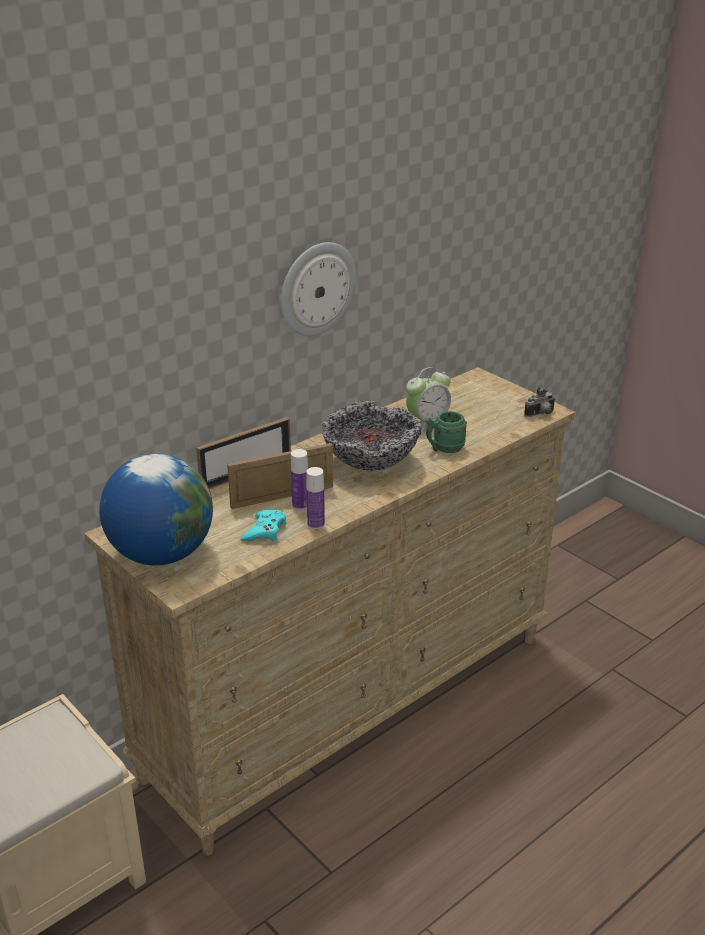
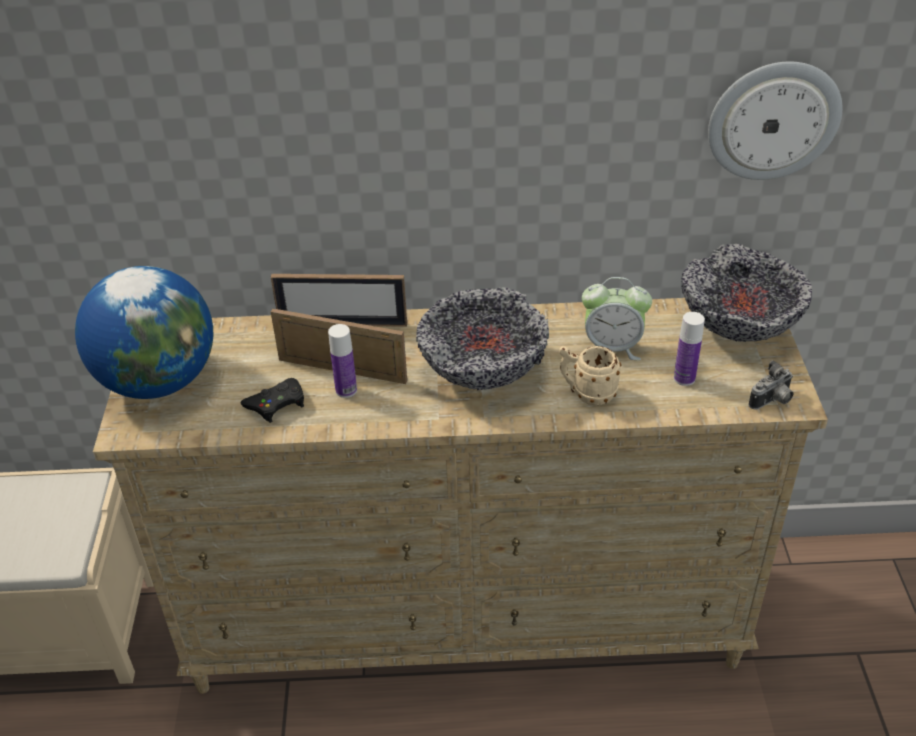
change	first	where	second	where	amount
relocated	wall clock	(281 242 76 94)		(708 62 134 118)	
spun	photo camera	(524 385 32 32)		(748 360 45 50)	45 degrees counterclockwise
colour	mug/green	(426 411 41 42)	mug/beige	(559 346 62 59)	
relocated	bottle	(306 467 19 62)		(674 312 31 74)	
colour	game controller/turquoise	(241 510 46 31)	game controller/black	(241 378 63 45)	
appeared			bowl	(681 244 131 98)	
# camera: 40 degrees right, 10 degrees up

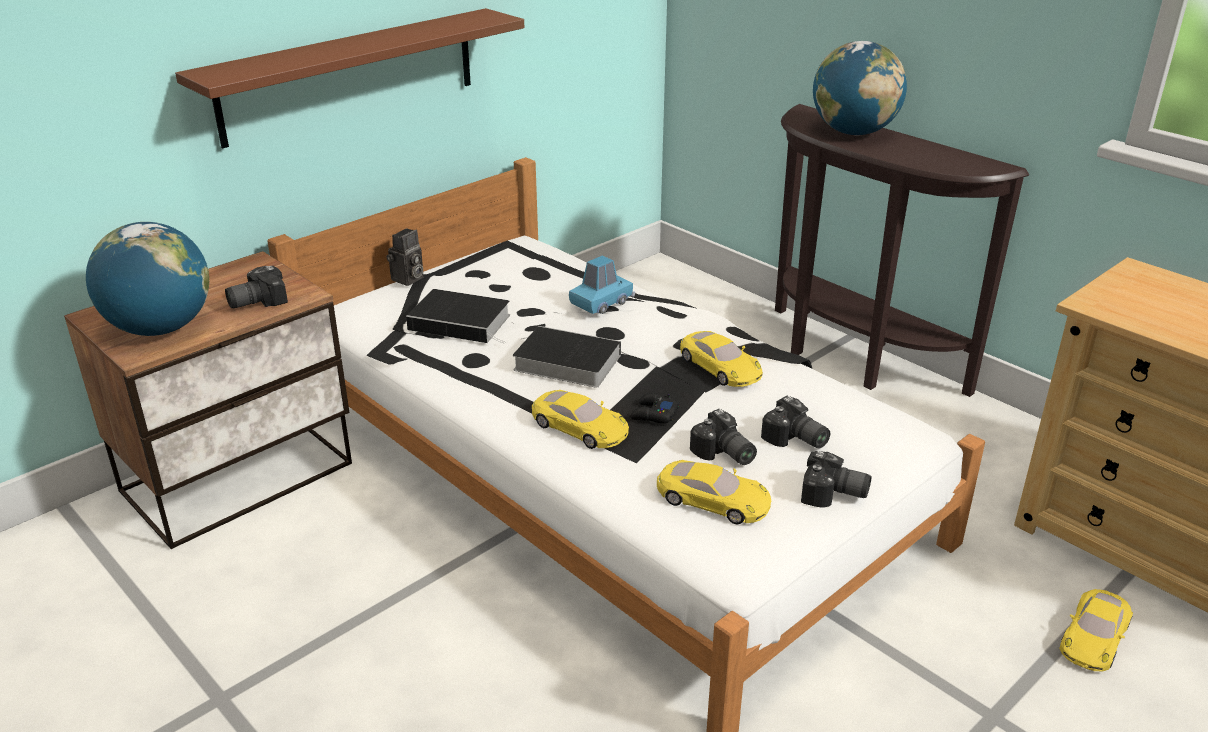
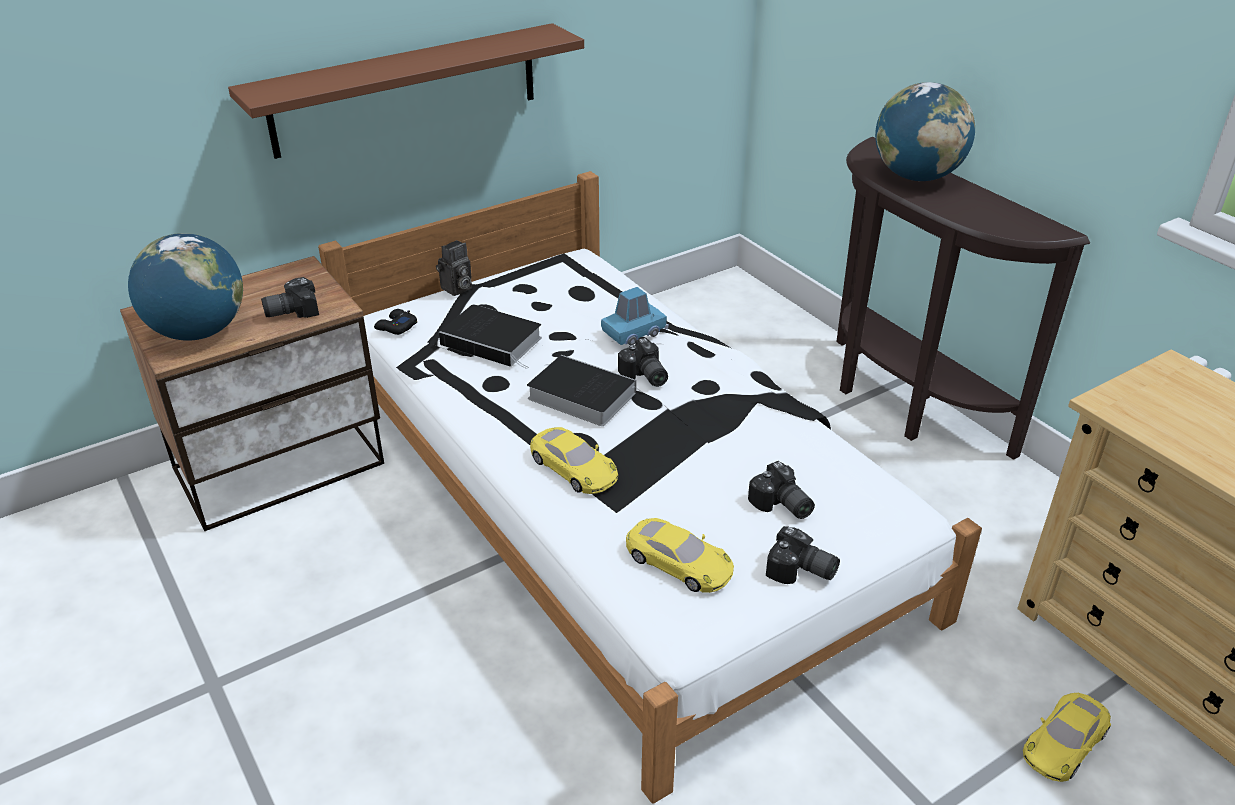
change	first	where	second	where	amount
missing	toy car/yellow	(680 331 83 56)			
relocated	game controller/black	(630 392 49 32)		(374 309 43 26)	
relocated	photo camera	(690 409 67 56)		(618 338 50 49)	
# camera: 10 degrees right, 5 degrees up

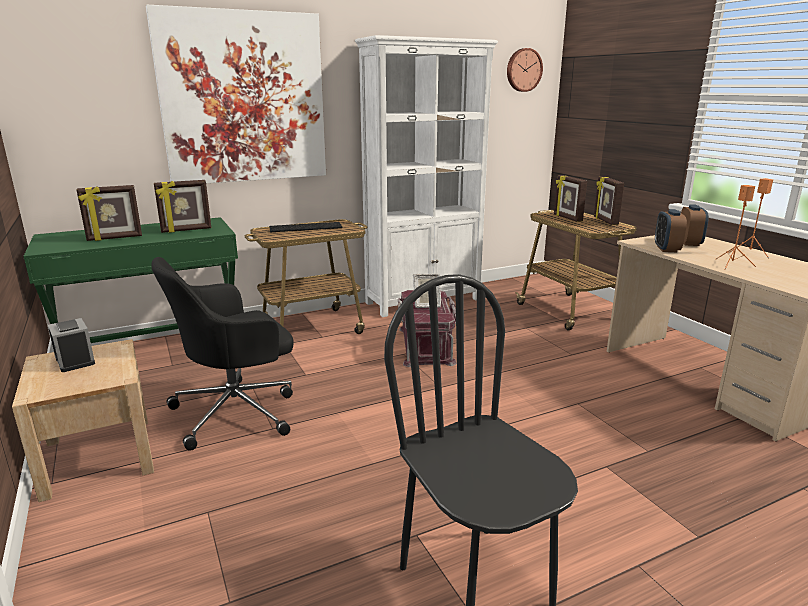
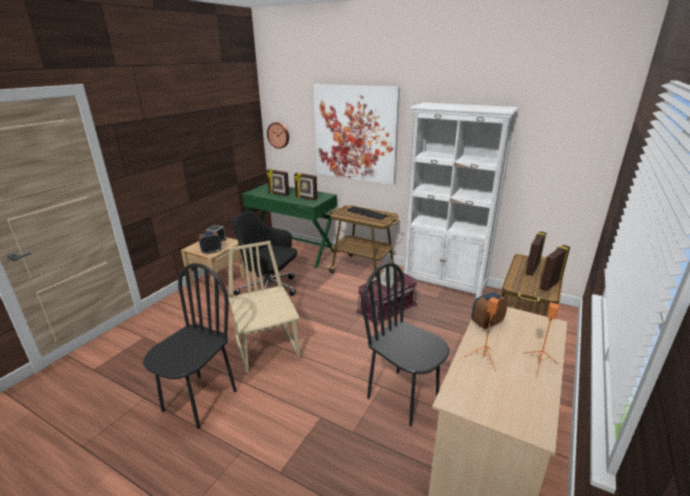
change	first	where	second	where	amount
relocated	wall clock	(507 48 36 44)		(267 122 22 27)	
relocated	alarm clock	(681 204 28 42)		(199 232 22 22)	
appeared			chair/beige	(228 241 73 132)	
appeared			chair/black	(362 263 88 163)	
# camera: 55 degrees right, 5 degrees up

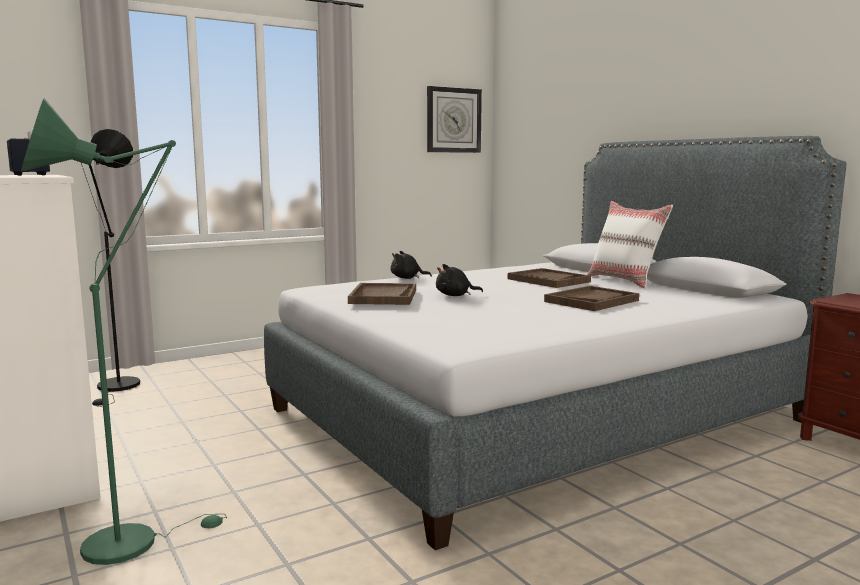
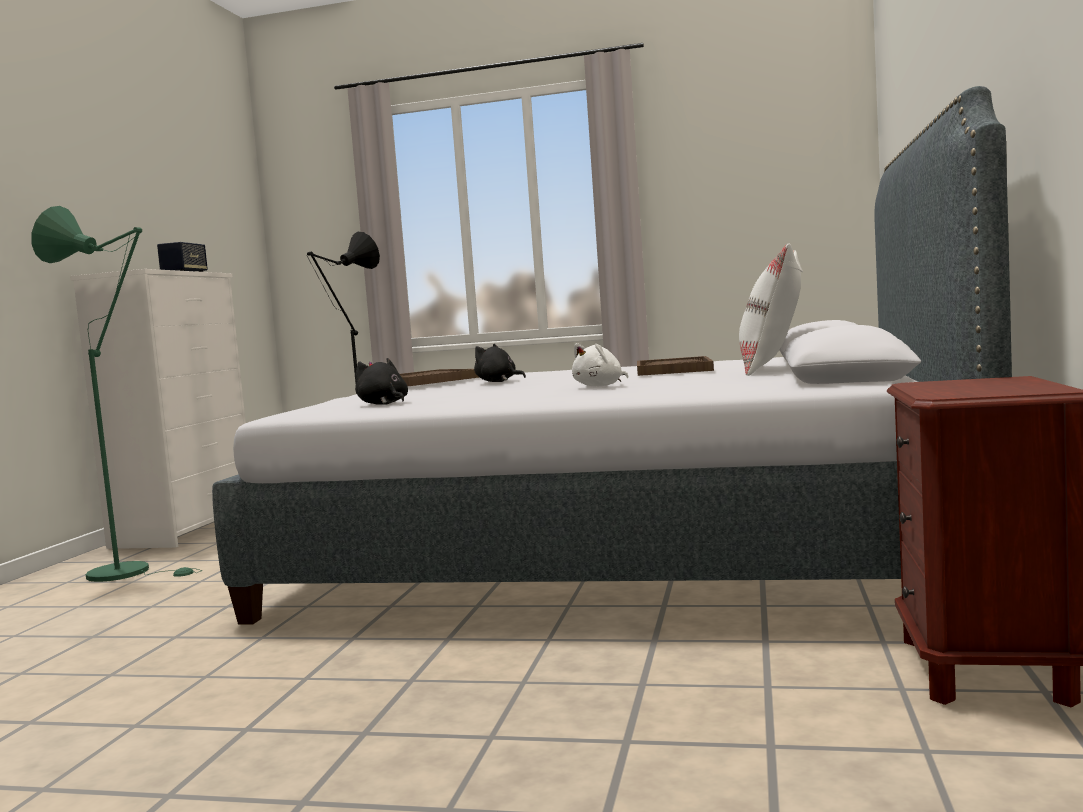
change	first	where	second	where	amount
missing	wall clock	(427 86 55 67)			
relocated	plush toy/black	(391 251 41 28)		(355 358 53 47)	
exchanged	tray/brown	(544 286 95 25)	plush toy/white	(572 343 56 44)	
# camera: 45 degrees right, 5 degrees down

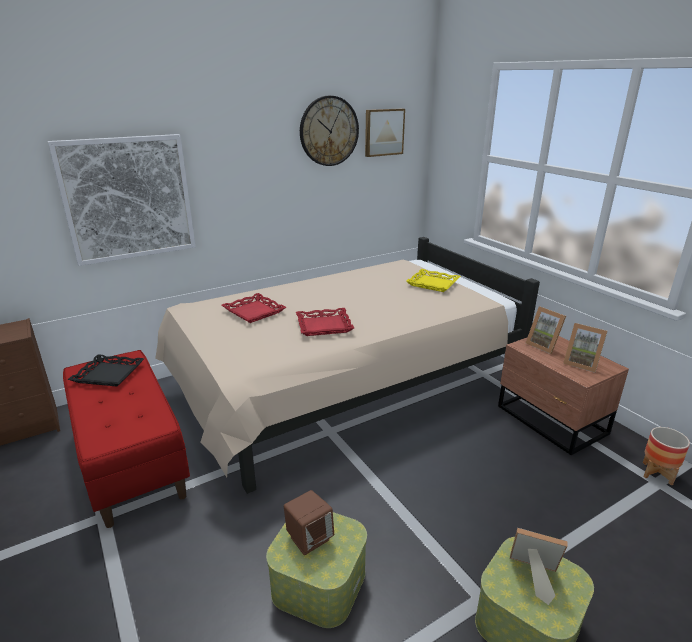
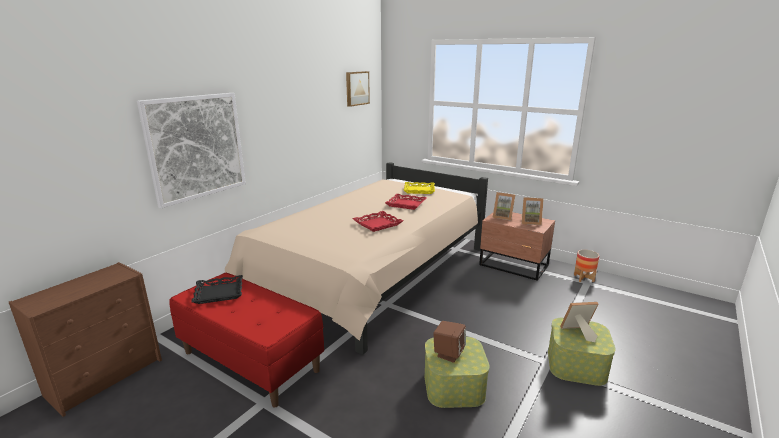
change	first	where	second	where	amount
missing	wall clock	(300 96 59 70)			
relocated	tray/red	(222 293 64 30)		(385 194 42 16)	
# camera: 25 degrees left, 5 degrees down

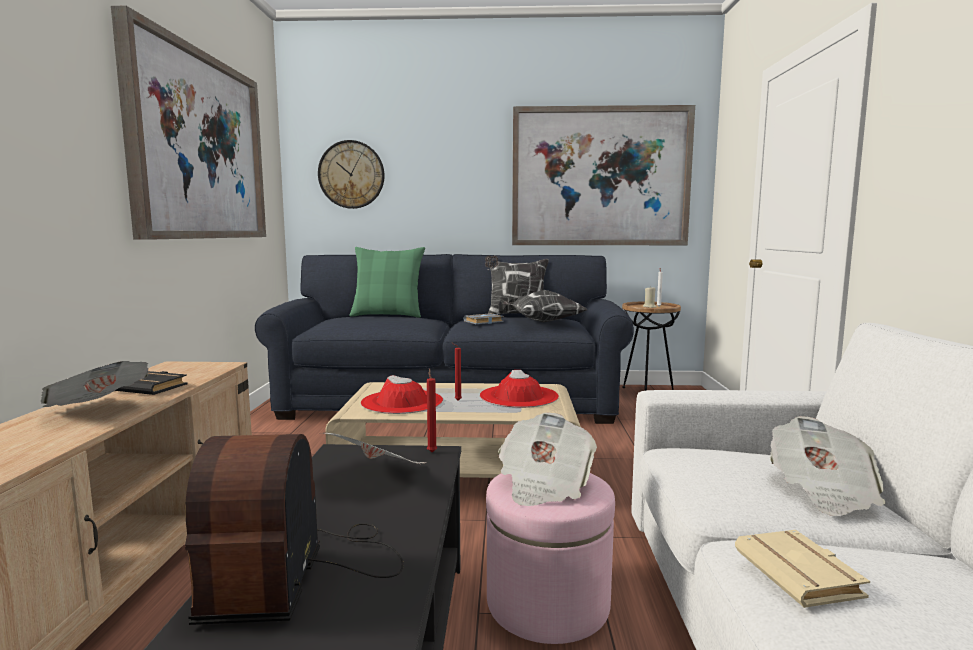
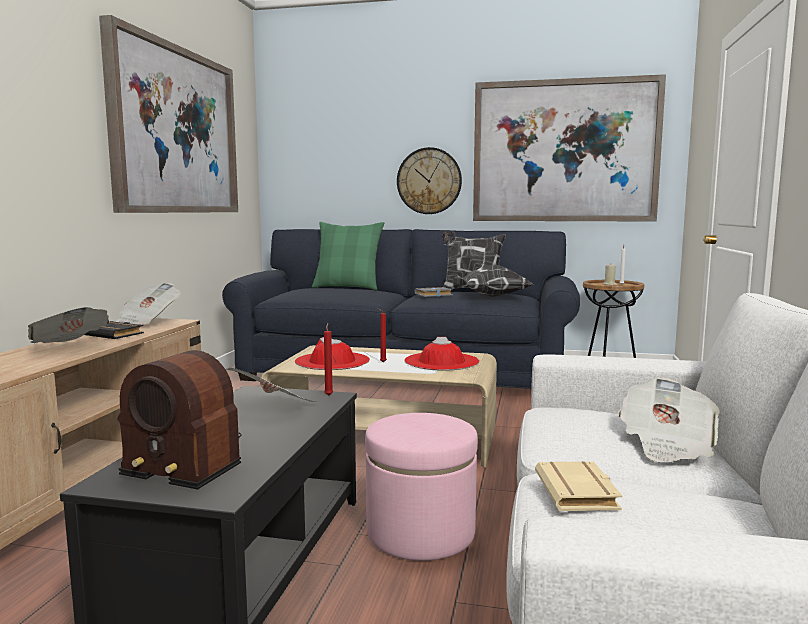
change	first	where	second	where	amount
relocated	wall clock	(318 140 66 69)		(397 147 65 67)	
relocated	newspaper	(498 412 99 94)		(116 283 65 42)	
spun	radio	(185 434 218 191)		(117 350 125 140)	75 degrees counterclockwise
# camera: 10 degrees right, 0 degrees up

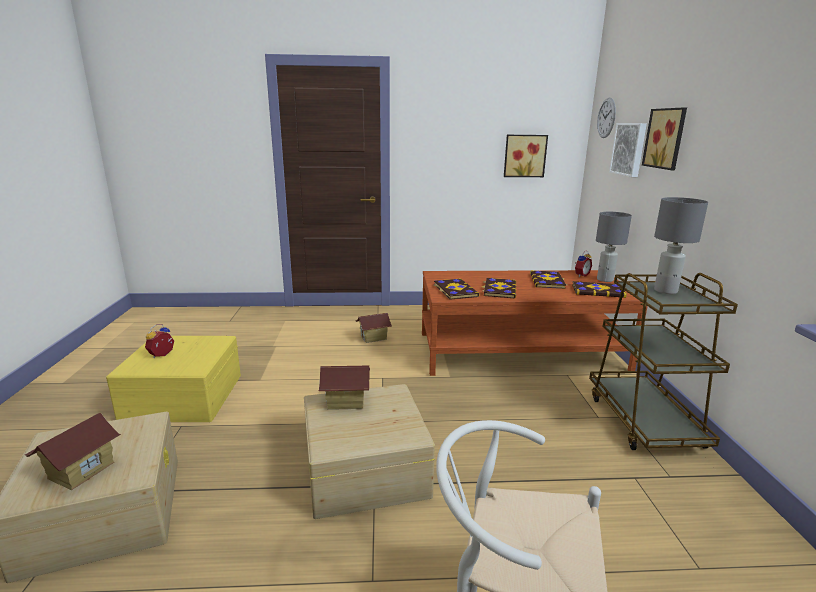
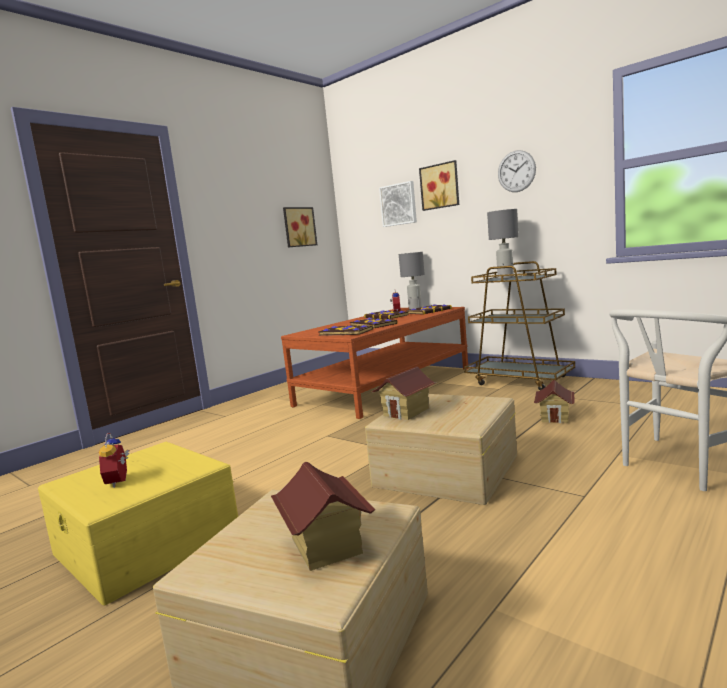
change	first	where	second	where	amount
relocated	wall clock	(597 98 19 40)		(498 150 38 42)	
relocated	toy house	(355 313 37 30)		(534 380 41 43)	
# camera: 45 degrees left, 10 degrees down

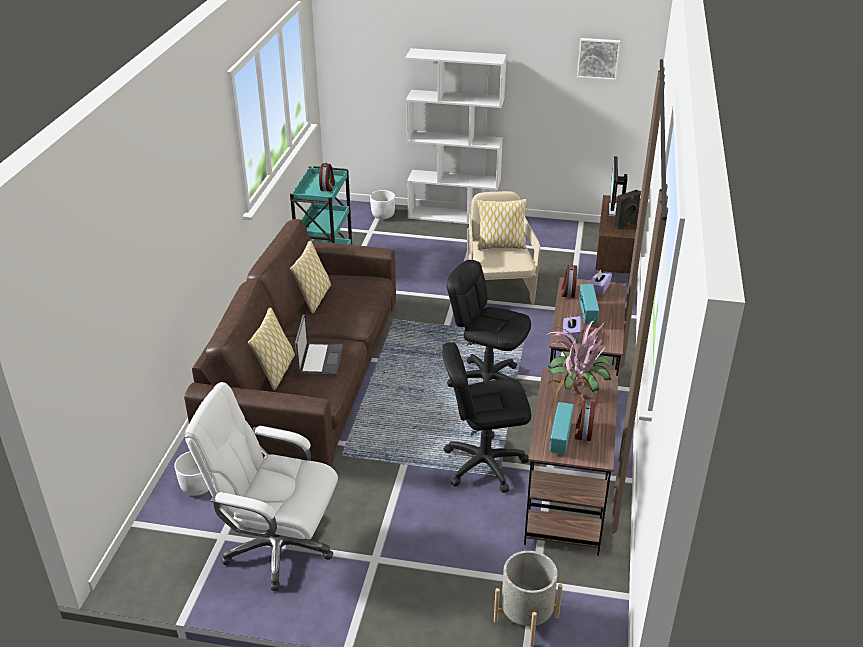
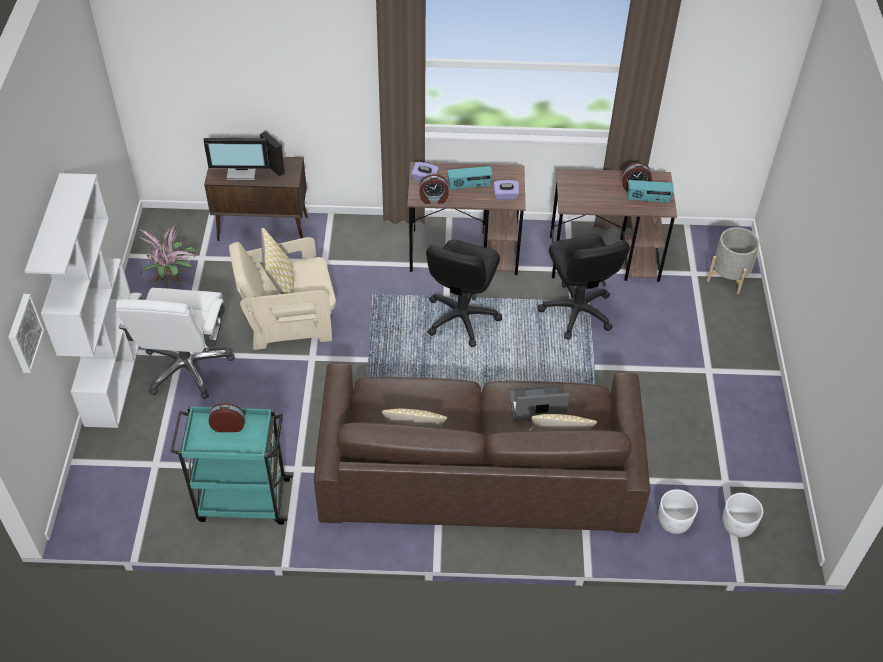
change	first	where	second	where	amount
relocated	picture	(577 38 43 42)		(8 294 36 79)	
relocated	planter/white	(370 190 25 29)		(722 493 41 44)	
relocated	potted plant	(546 317 65 84)		(139 226 57 62)	
relocated	office chair/white	(184 382 154 209)		(116 288 119 111)	
# camera: 100 degrees left, 15 degrees up

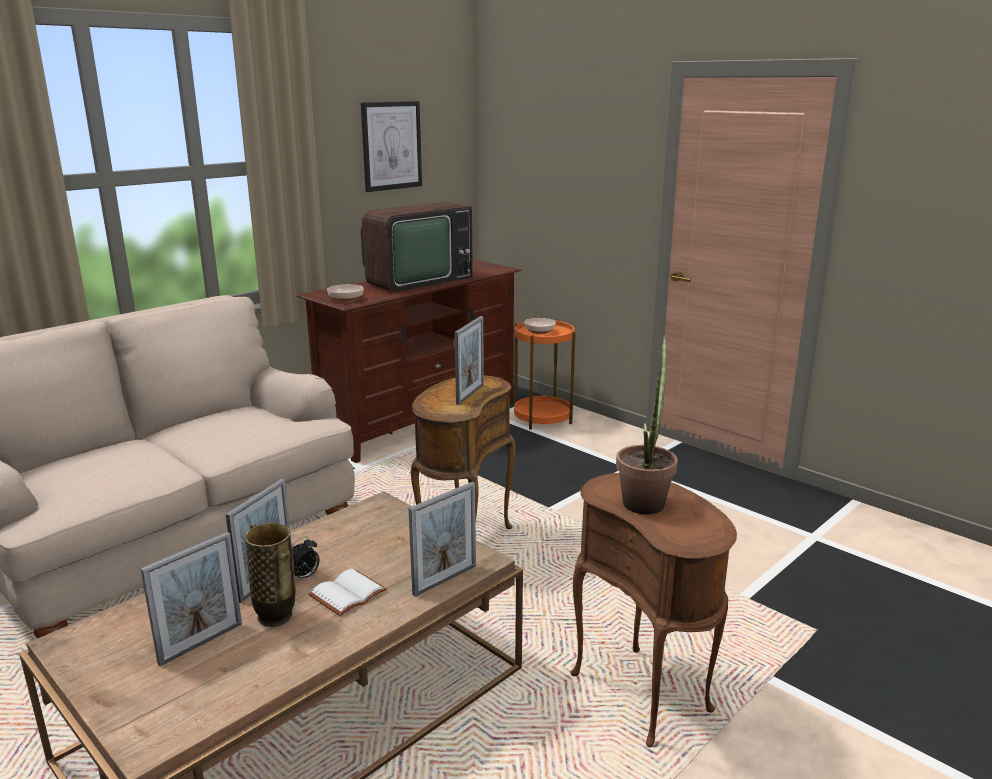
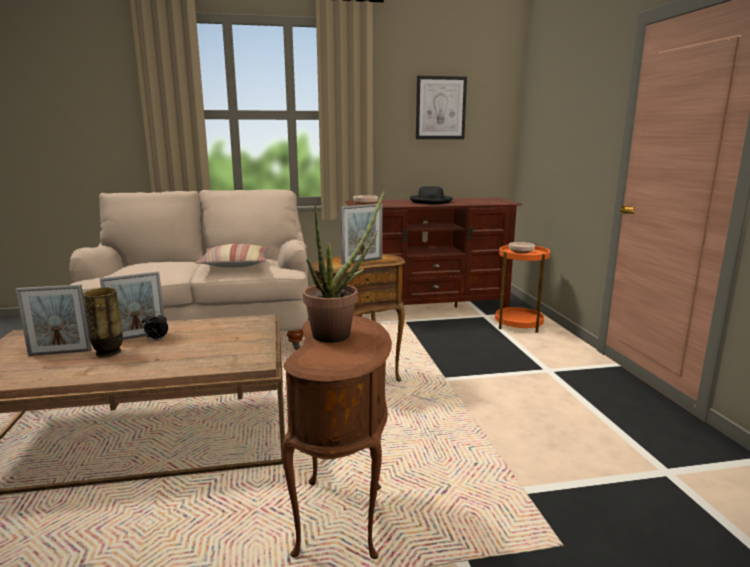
change	first	where	second	where	amount
exchanged	television	(361 202 112 90)	hat/black	(410 186 43 18)	
missing	picture frame	(409 482 67 115)			
missing	book/white	(309 569 78 47)			
appeared			pillow	(196 244 73 23)	
# camera: 35 degrees right, 5 degrees down

